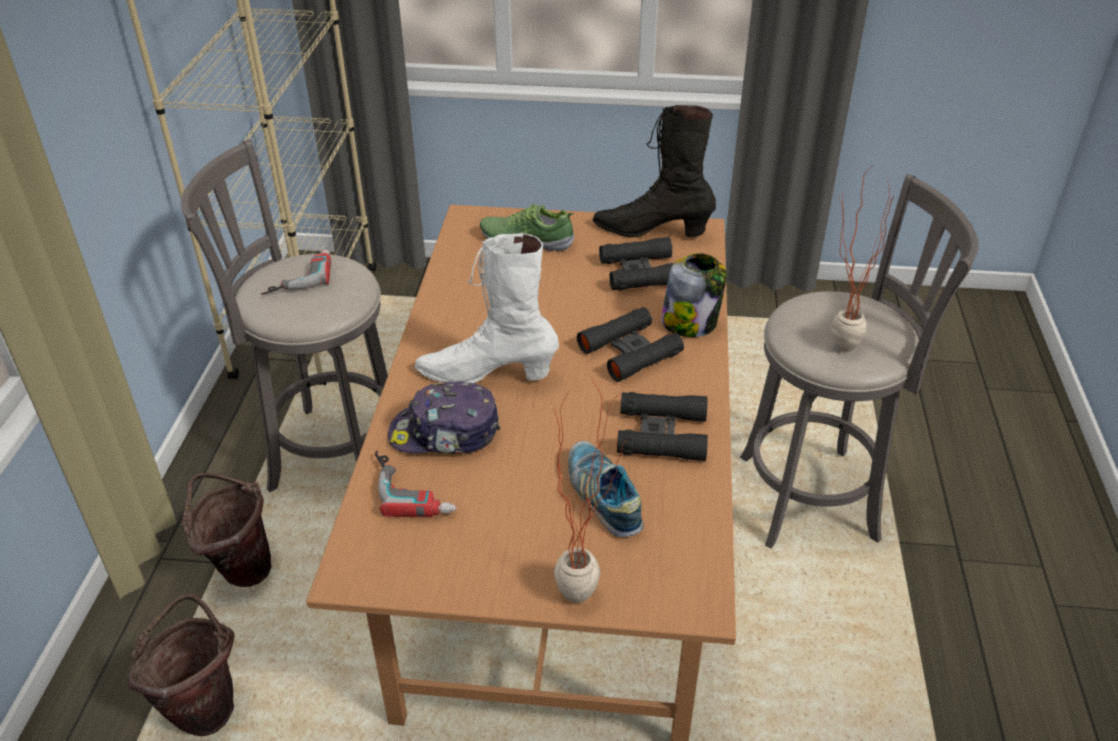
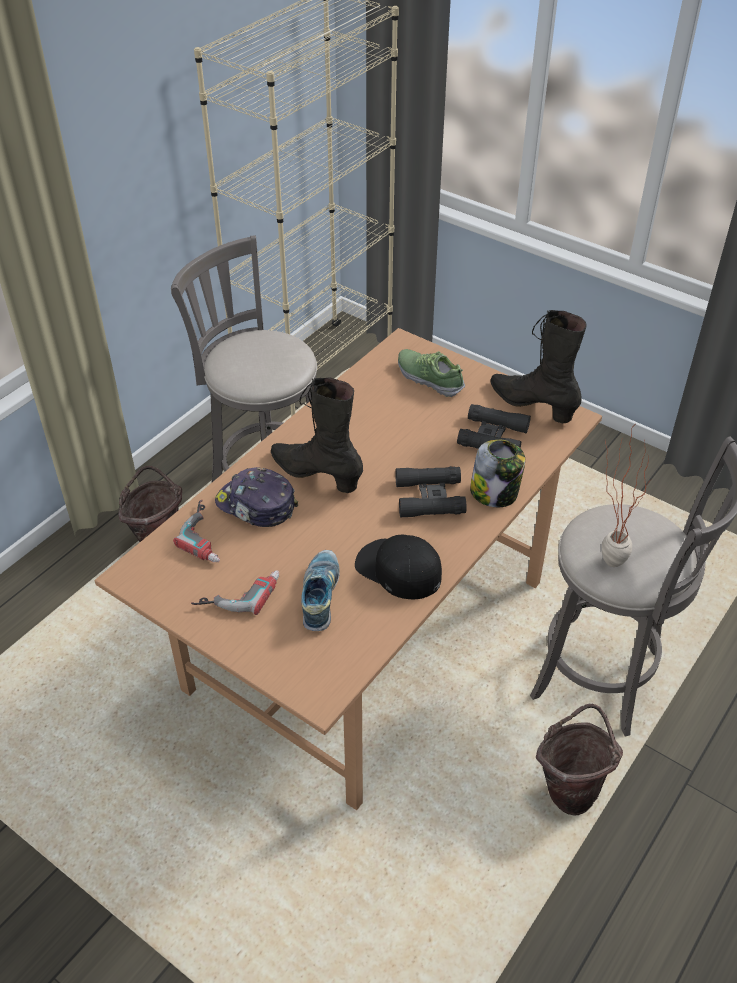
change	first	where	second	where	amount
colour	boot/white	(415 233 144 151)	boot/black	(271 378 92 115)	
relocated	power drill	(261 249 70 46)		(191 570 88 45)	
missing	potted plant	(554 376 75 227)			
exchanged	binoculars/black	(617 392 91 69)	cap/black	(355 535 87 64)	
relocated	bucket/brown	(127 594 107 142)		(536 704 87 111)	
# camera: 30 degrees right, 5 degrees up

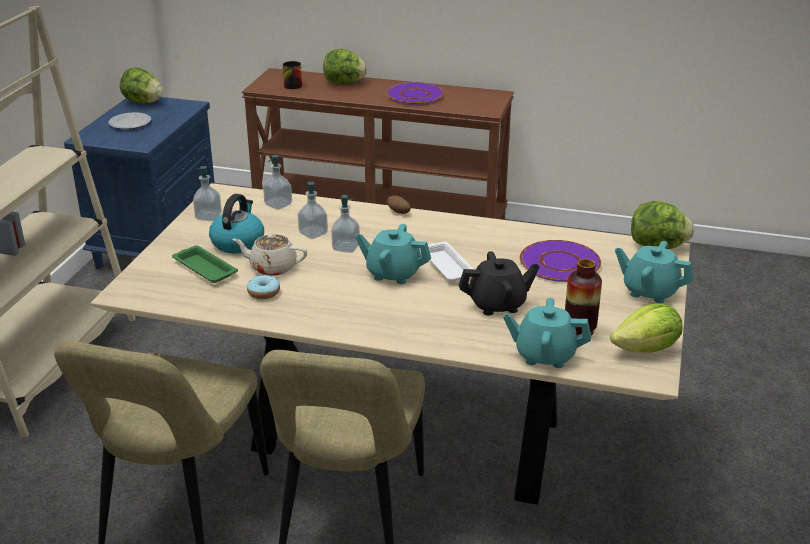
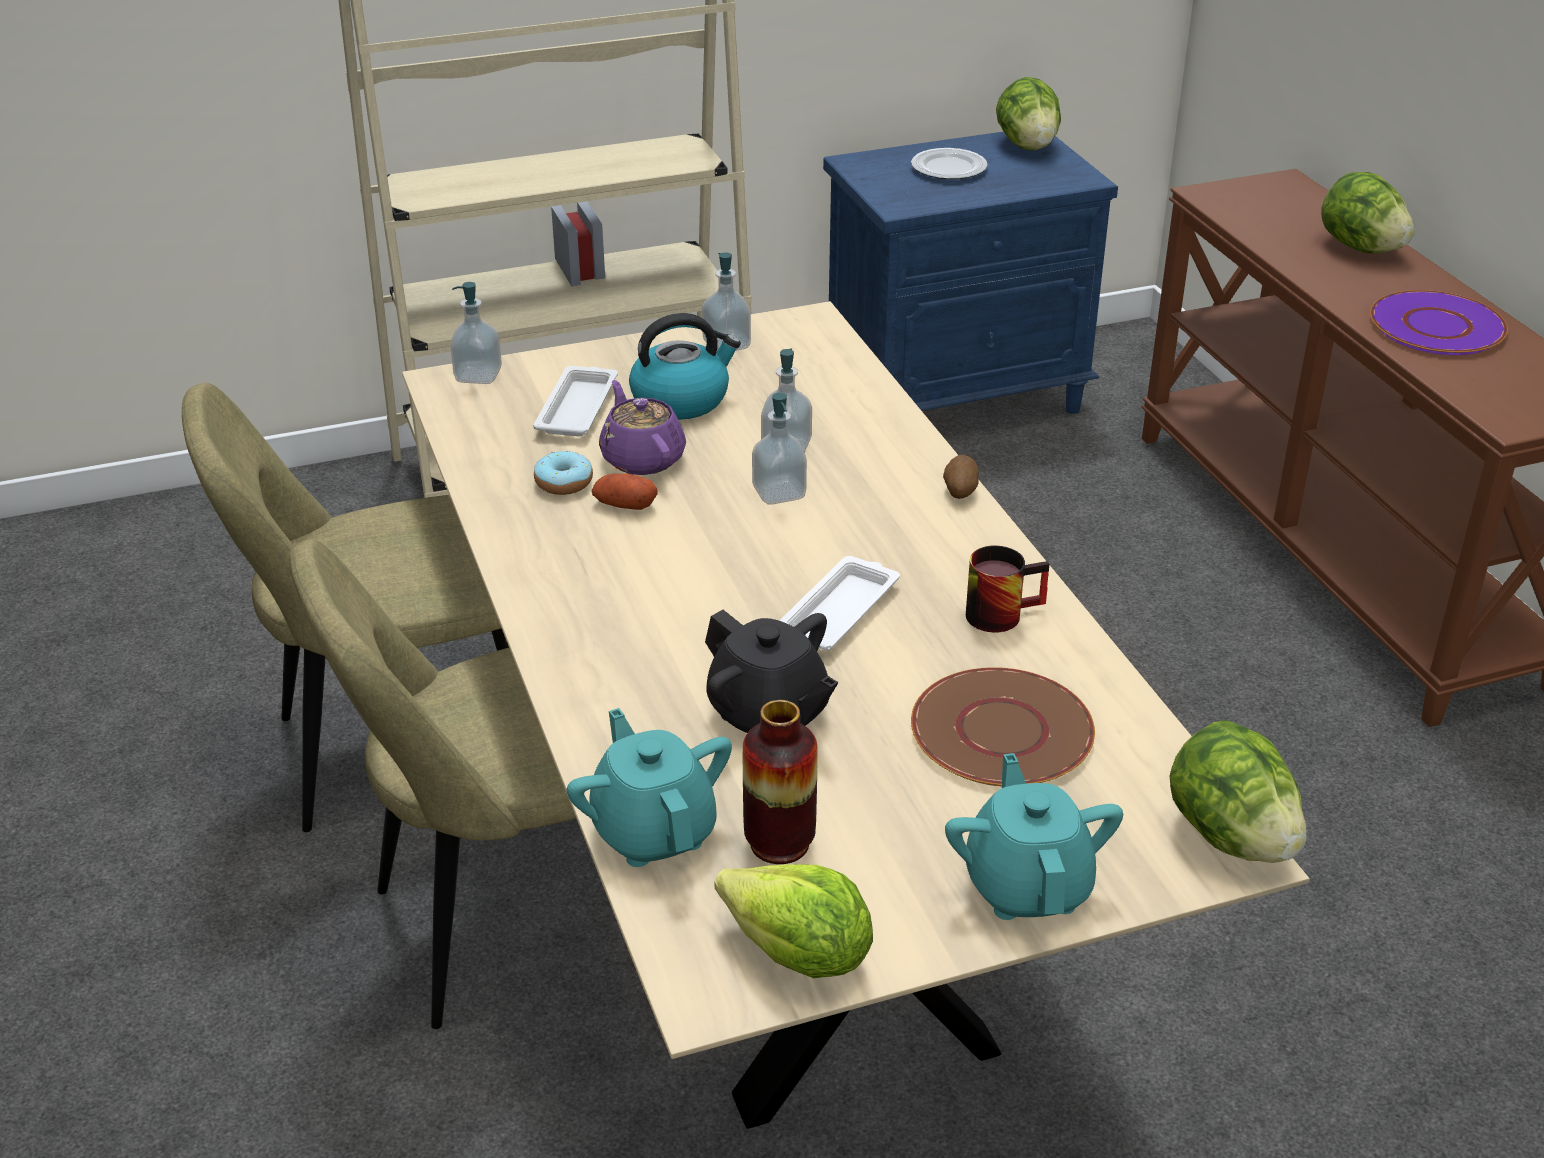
change	first	where	second	where	amount
relocated	mug	(282 61 20 28)		(966 546 84 87)	
relocated	soap dispenser	(263 155 29 55)		(450 282 52 102)	
missing	teapot/turquoise	(355 224 76 60)			
colour	teapot/beige	(233 234 74 42)	teapot/purple	(599 380 87 95)	
colour	plate/purple	(520 240 81 42)	plate/brown	(911 667 184 119)	
colour	tray/green	(172 245 66 38)	tray/white	(533 366 85 70)	
appeared			potato	(592 474 66 36)	
# camera: 55 degrees right, 5 degrees up

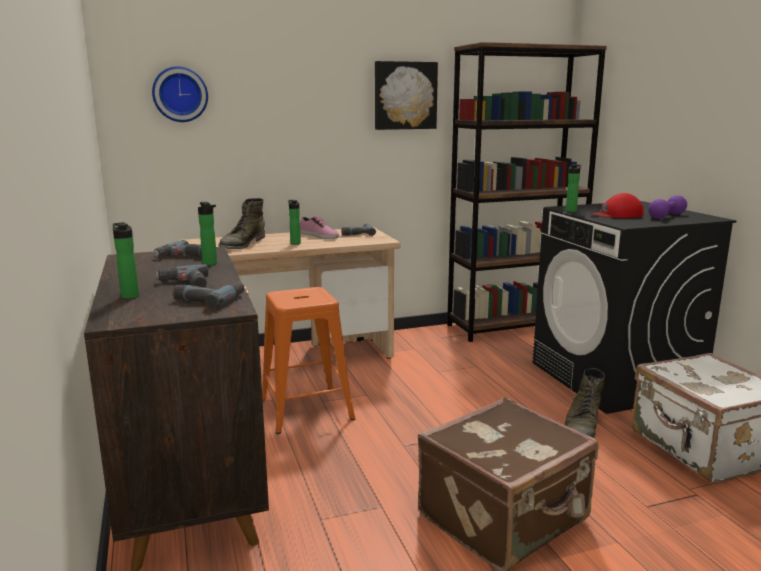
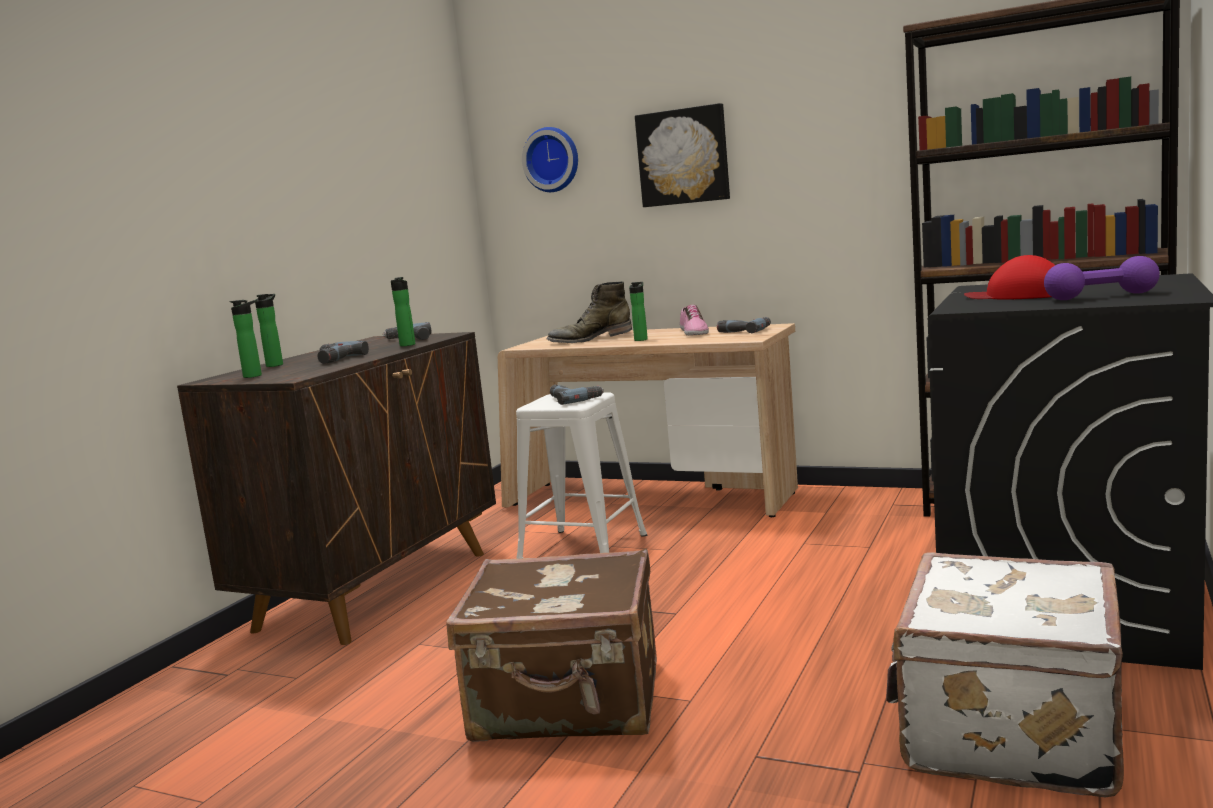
change	first	where	second	where	amount
relocated	picture	(375 61 63 69)		(635 103 95 104)	
relocated	bottle	(566 164 15 48)		(230 300 32 78)	
relocated	power drill	(172 282 73 27)		(550 385 54 20)	
colour	stool/orange	(262 287 94 147)	stool/white	(516 392 131 167)	
missing	boot/green	(564 368 41 70)			
# camera: 45 degrees right, 5 degrees down

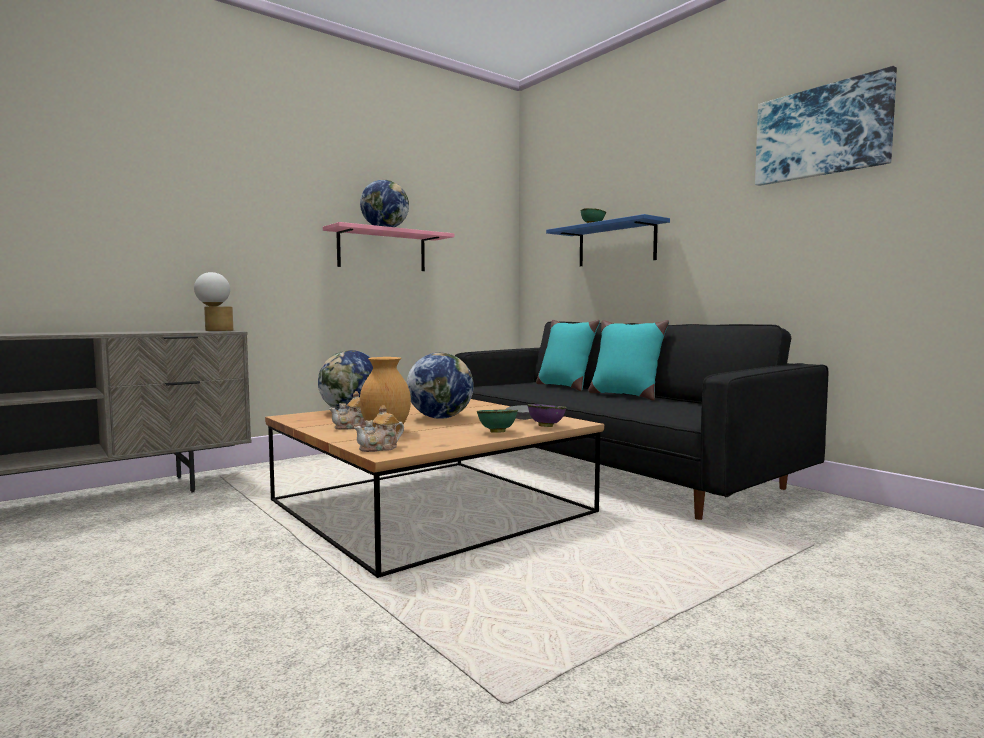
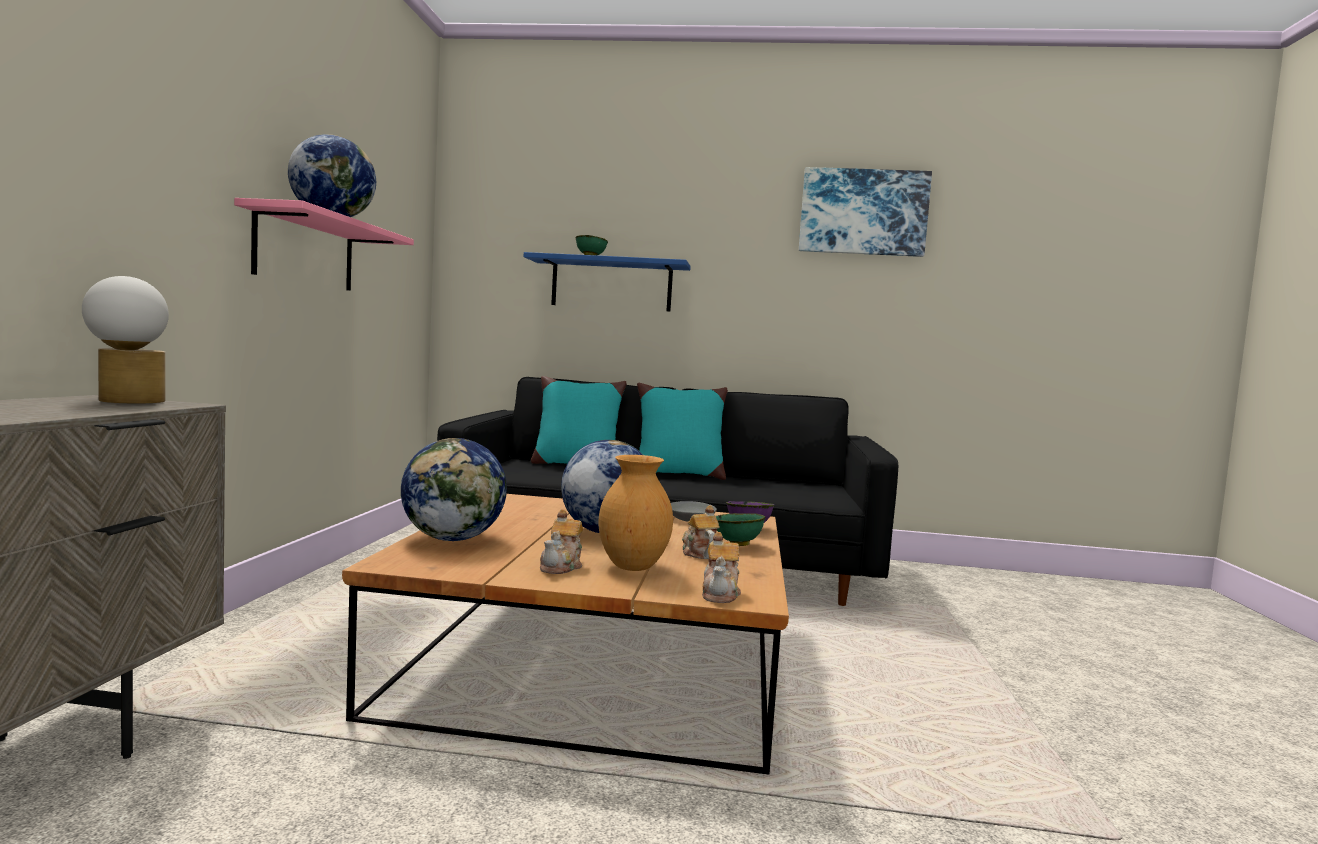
change	first	where	second	where	amount
appeared			teapot	(682 505 38 54)	
# camera: 45 degrees left, 0 degrees up

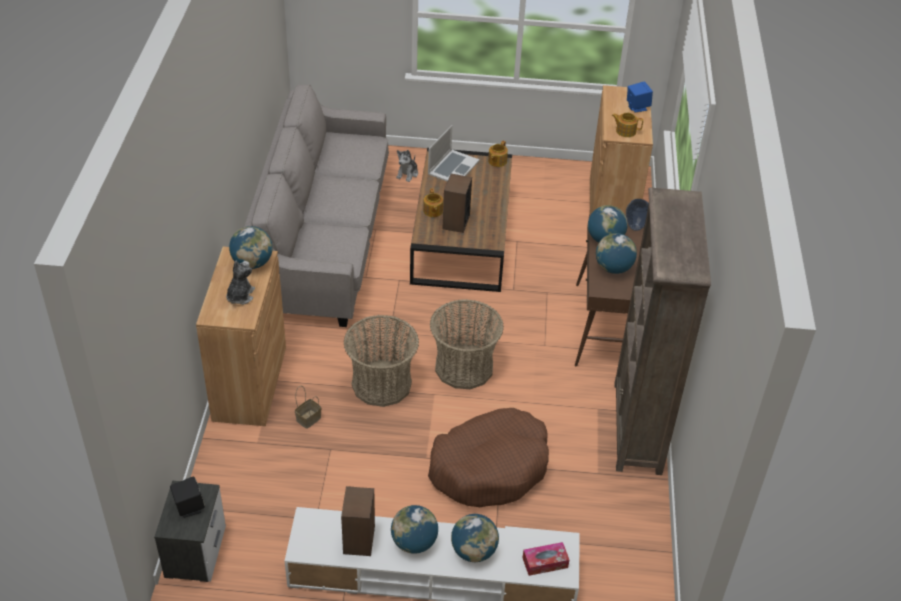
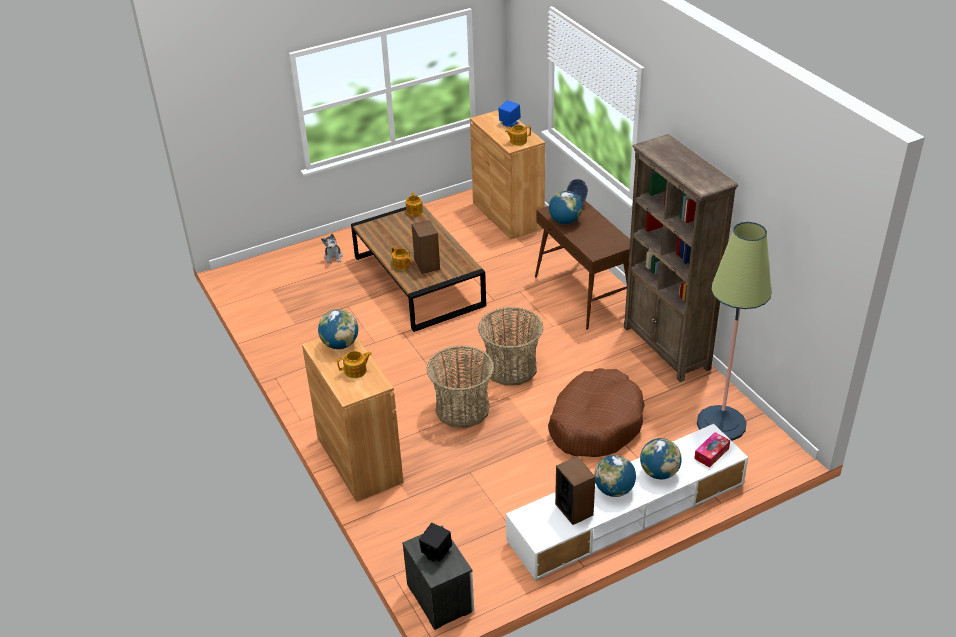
change	first	where	second	where	amount
missing	sofa/grey	(244 84 145 243)			
missing	laptop	(428 125 52 57)			
missing	globe	(596 233 41 41)			
exchanged	plush toy	(226 261 29 44)	teapot	(337 351 35 27)	
missing	basket	(295 386 27 43)			
appeared			floor lamp	(697 222 74 219)	
# camera: 30 degrees left, 5 degrees down

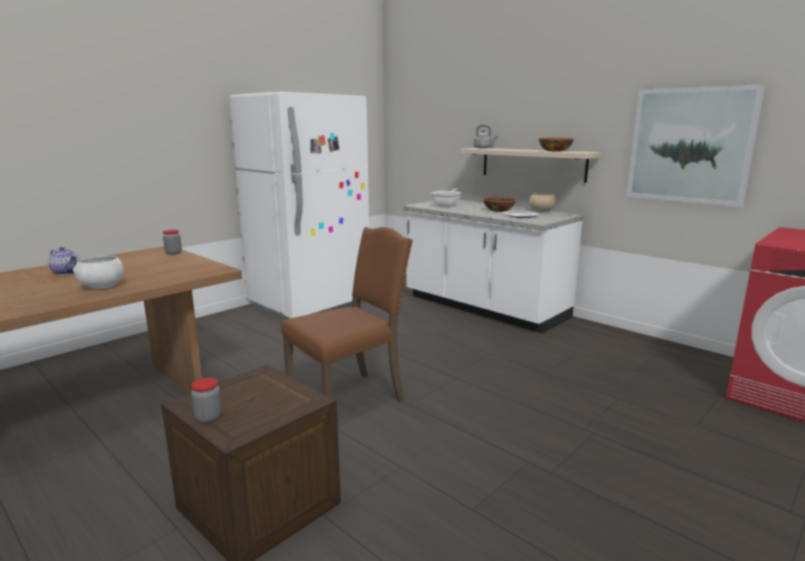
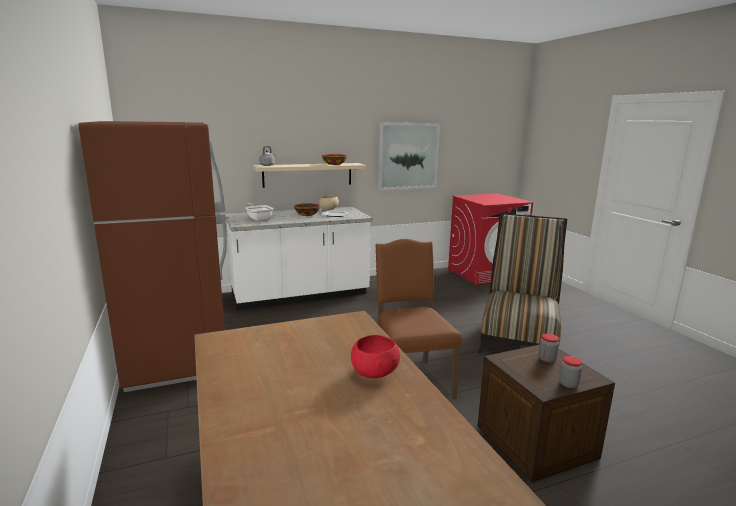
change	first	where	second	where	amount
colour	fridge/white	(229 92 140 227)	fridge/brown	(78 121 149 271)	
relocated	jar	(163 230 19 25)		(539 334 20 29)	
missing	teapot	(48 247 32 28)			
colour	bowl/white	(73 256 51 32)	bowl/red	(351 335 49 43)	
appeared			chair	(478 213 89 141)	
# camera: 65 degrees left, 0 degrees up

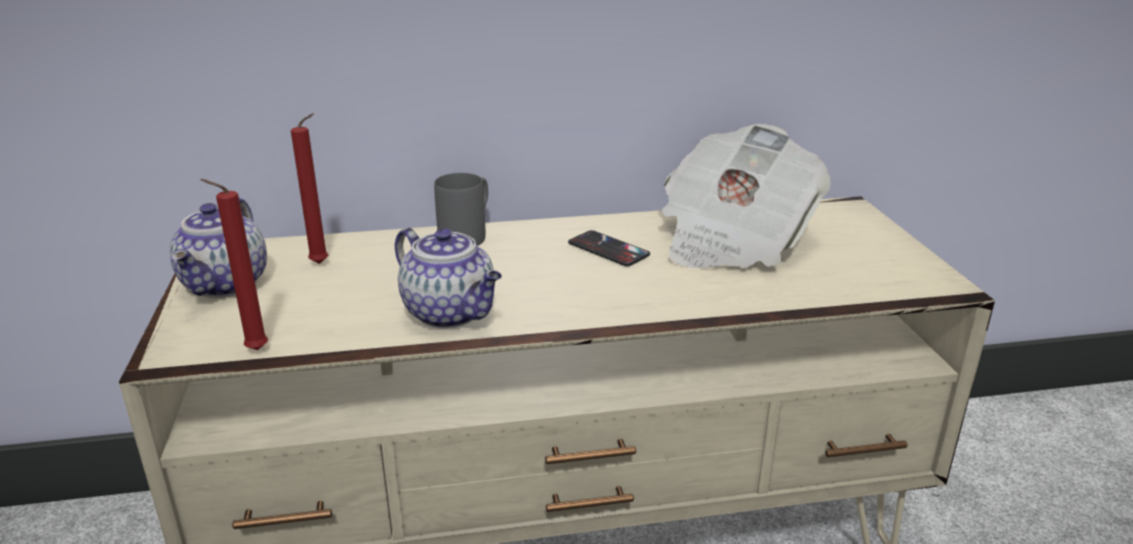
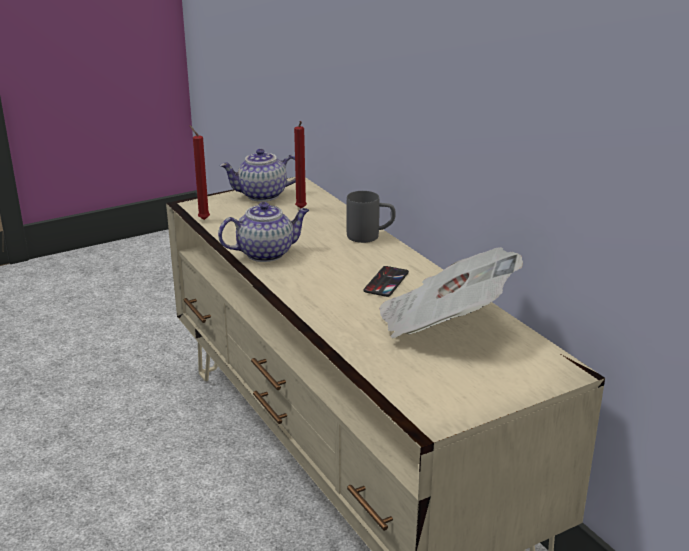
change	first	where	second	where	amount
spun	teapot	(395 228 107 100)		(218 202 91 60)	135 degrees counterclockwise
# camera: 70 degrees right, 0 degrees up

